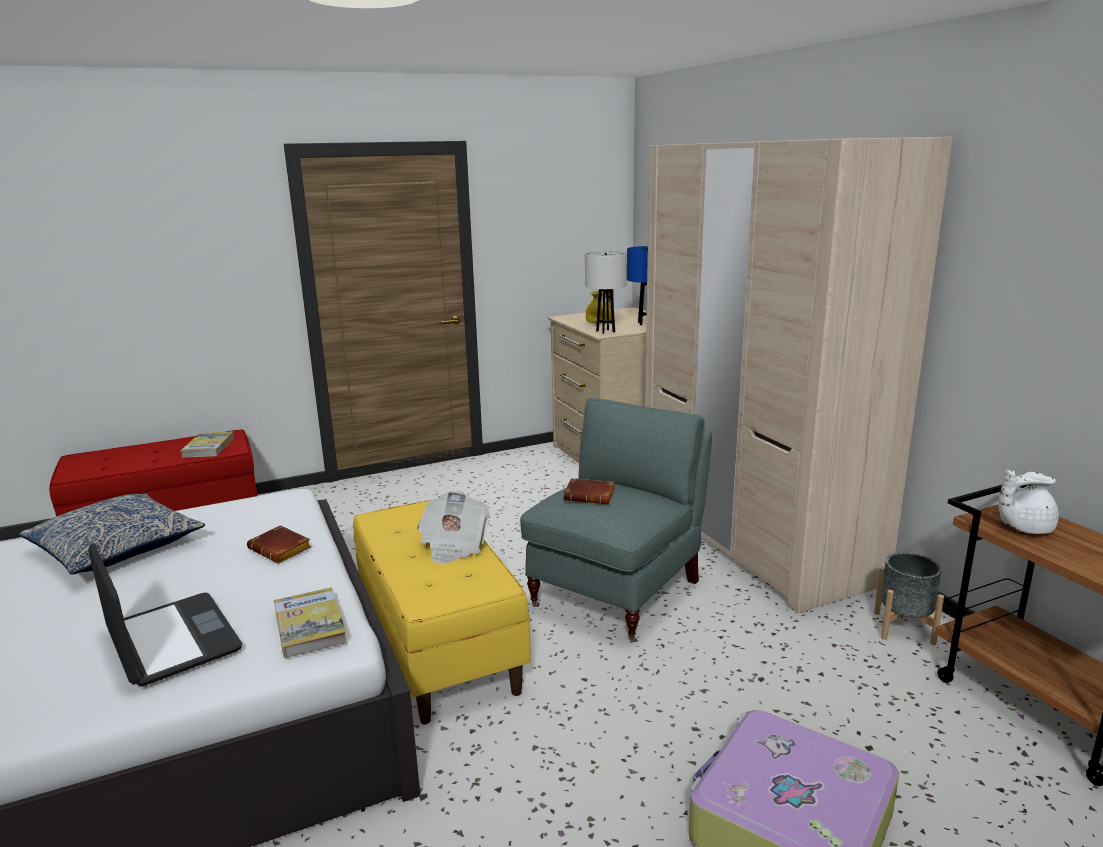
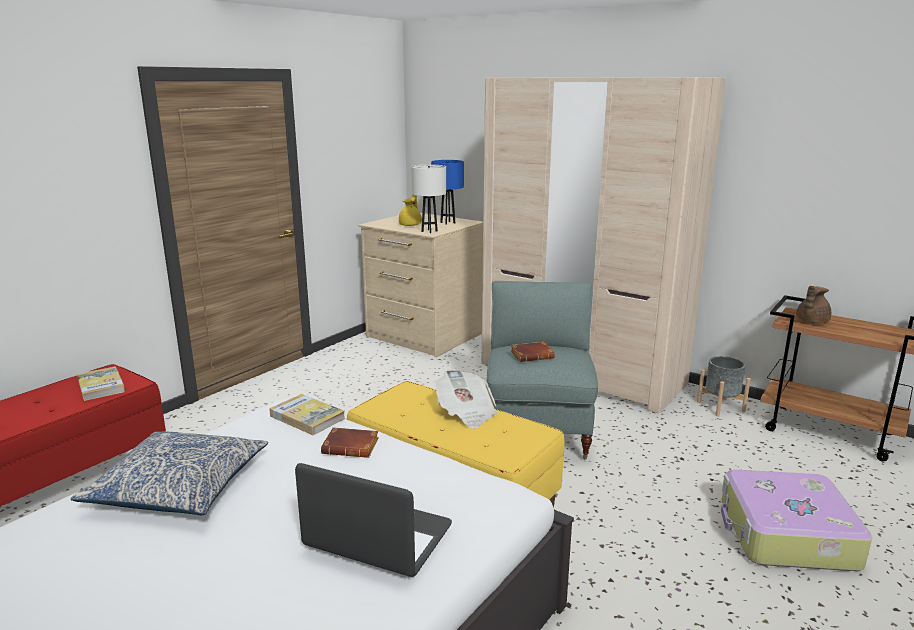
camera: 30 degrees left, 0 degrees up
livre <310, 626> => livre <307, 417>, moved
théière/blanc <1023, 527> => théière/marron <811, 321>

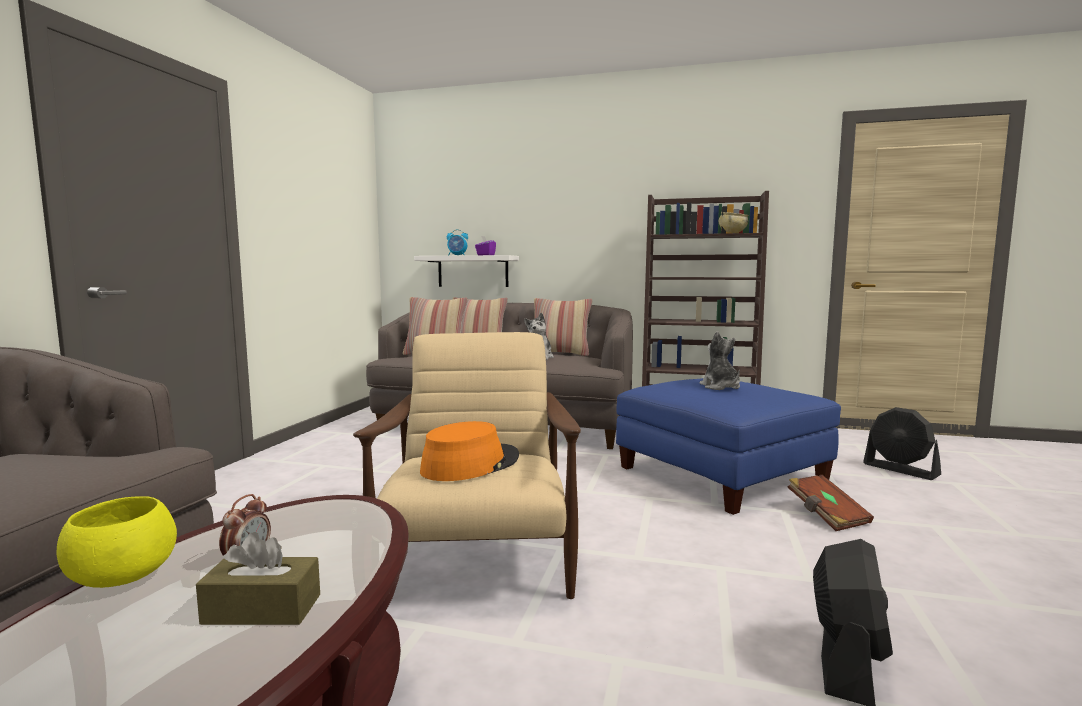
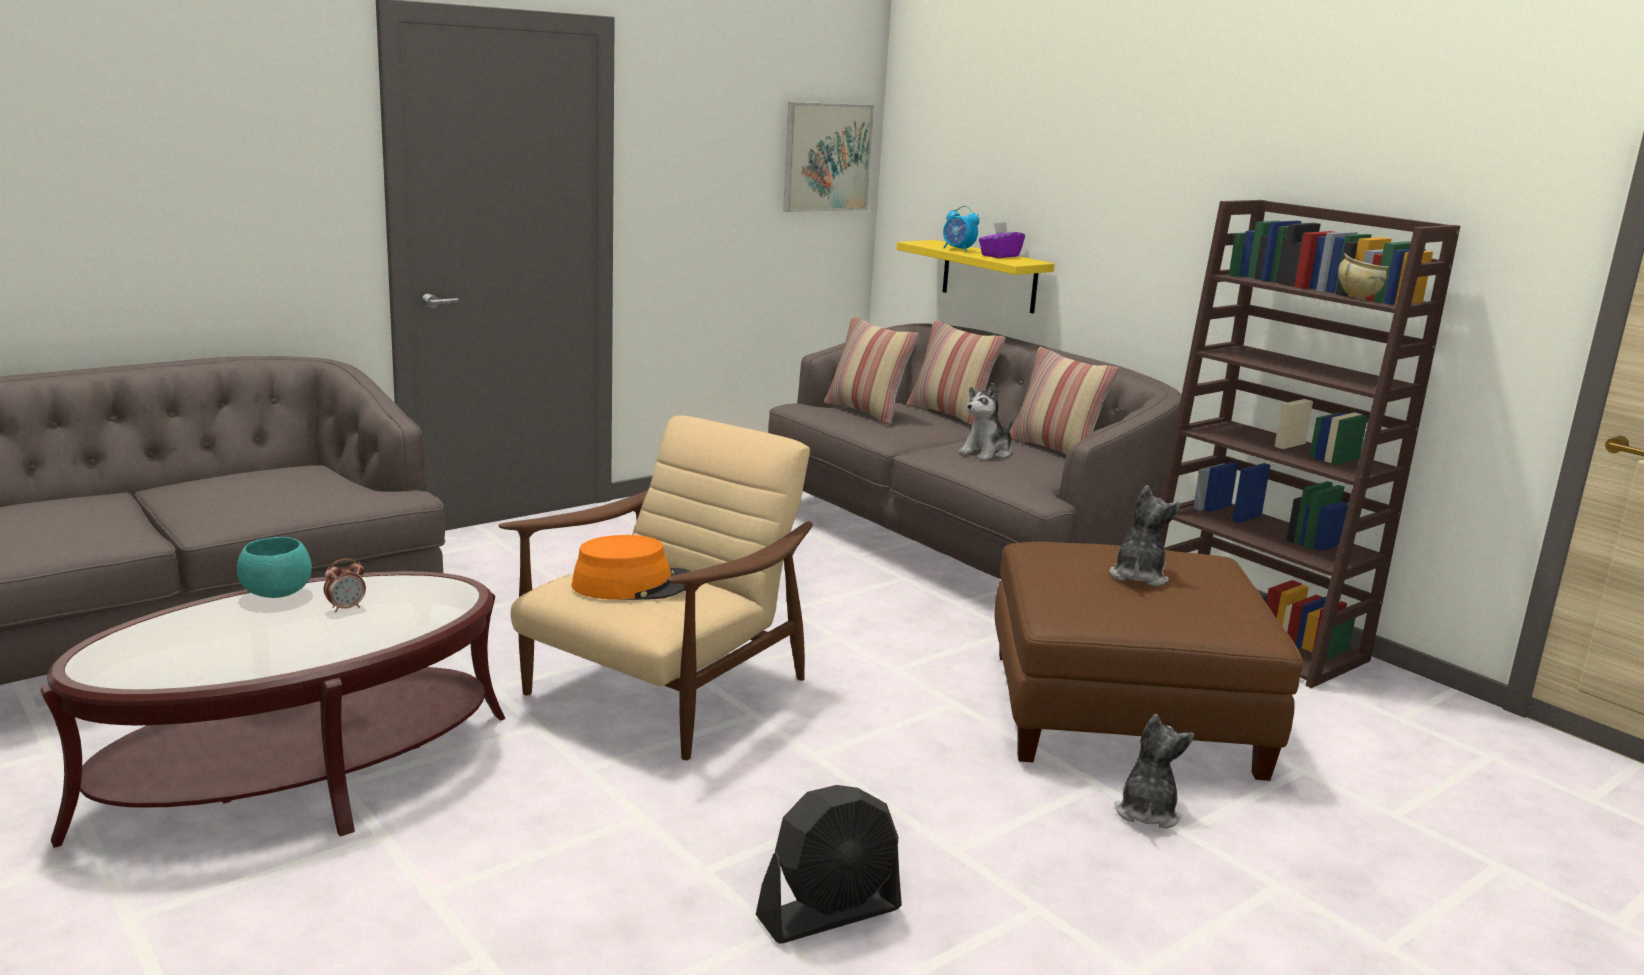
camera: 35 degrees right, 10 degrees up
bol/jaune <122, 578> => bol/turquoise <276, 594>
nothing => tableau <827, 157>
étagère/blanc <473, 271> => étagère/jaune <989, 276>
pouf/bleu <720, 474> => pouf/marron <1122, 711>
livre/marron <826, 515> => peluche <1146, 812>
boîte à mouchoirs/marron <262, 609> => nothing
ventilateur/noir <901, 470> => nothing

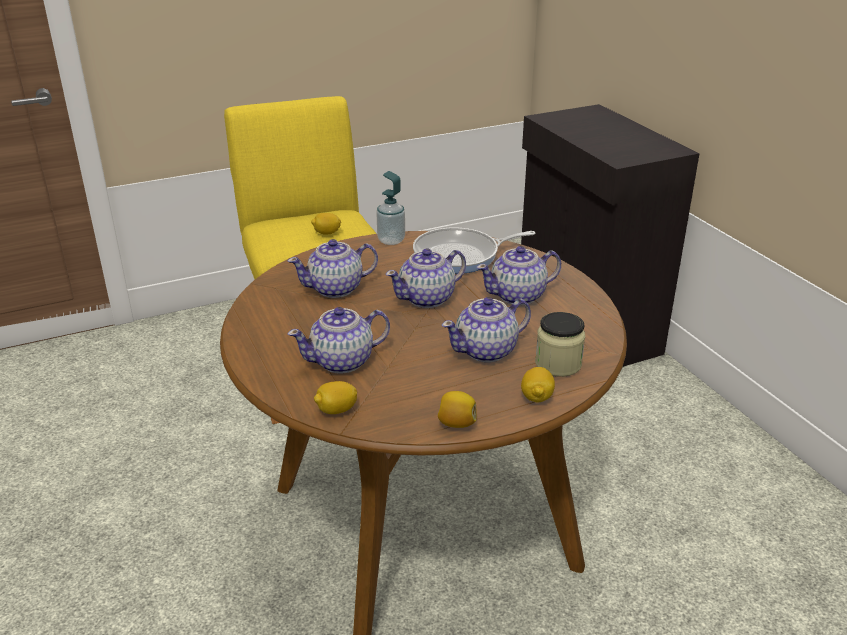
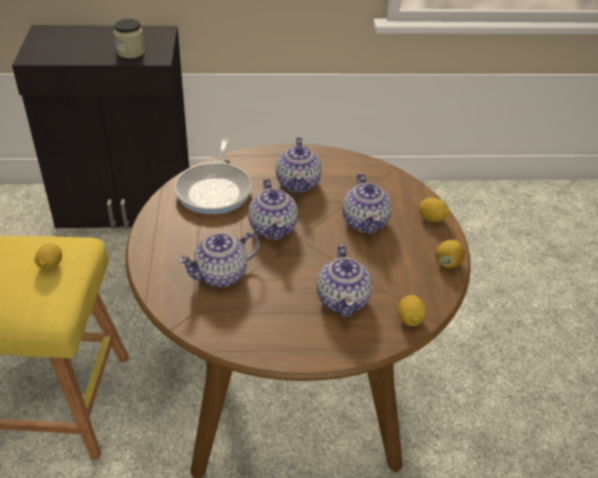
camera: 70 degrees left, 10 degrees up
bocal <558, 364> => bocal <130, 52>, moved
théière <336, 289> => théière <222, 275>, 60 degrees clockwise
distributeur de savon <391, 240> => nothing

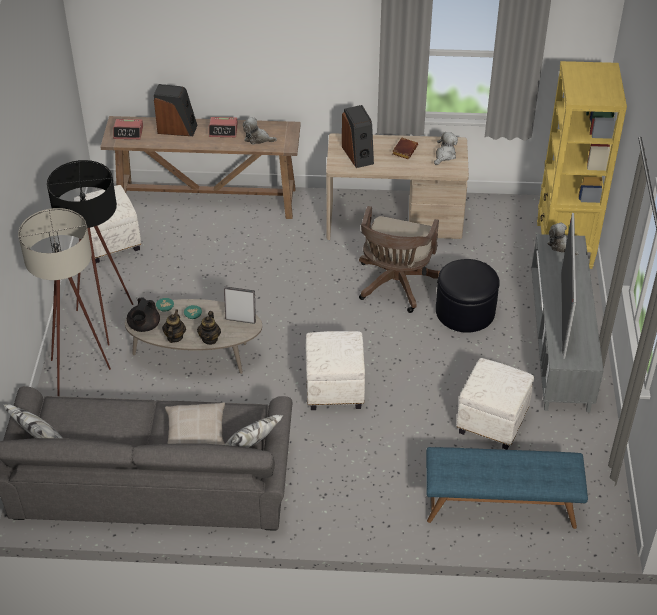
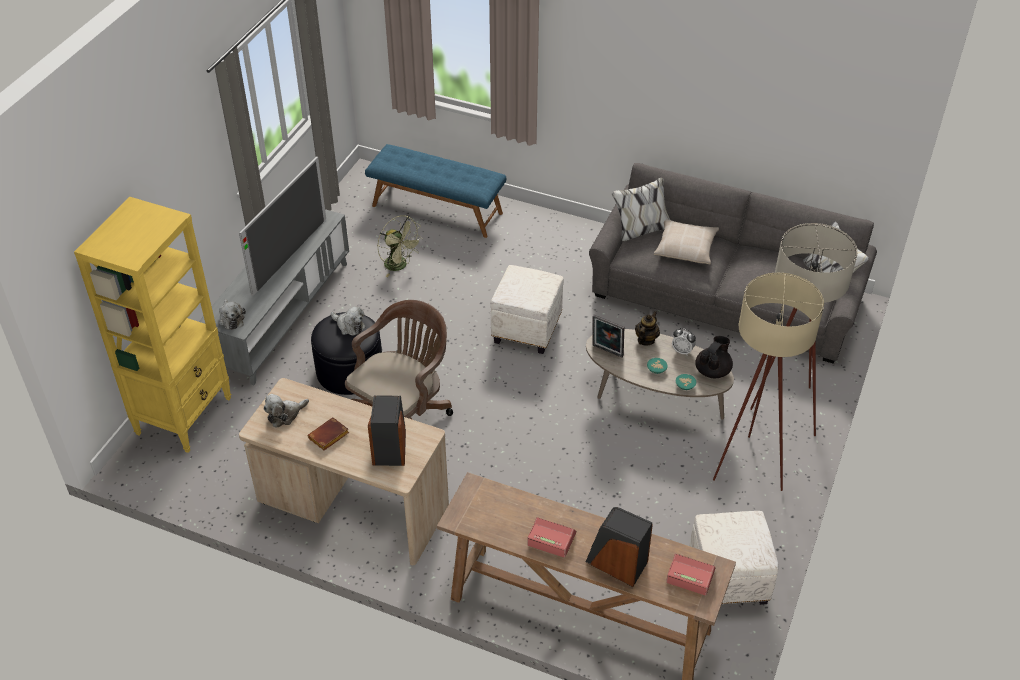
camera: 160 degrees left, 0 degrees up
peluche <257, 138> => peluche <349, 326>, moved
pouf/blanc <492, 423> => ventilateur/vert <400, 266>
théière <174, 337> => réveil <682, 351>
lampadaire/noir <106, 325> => lampadaire/beige <748, 462>

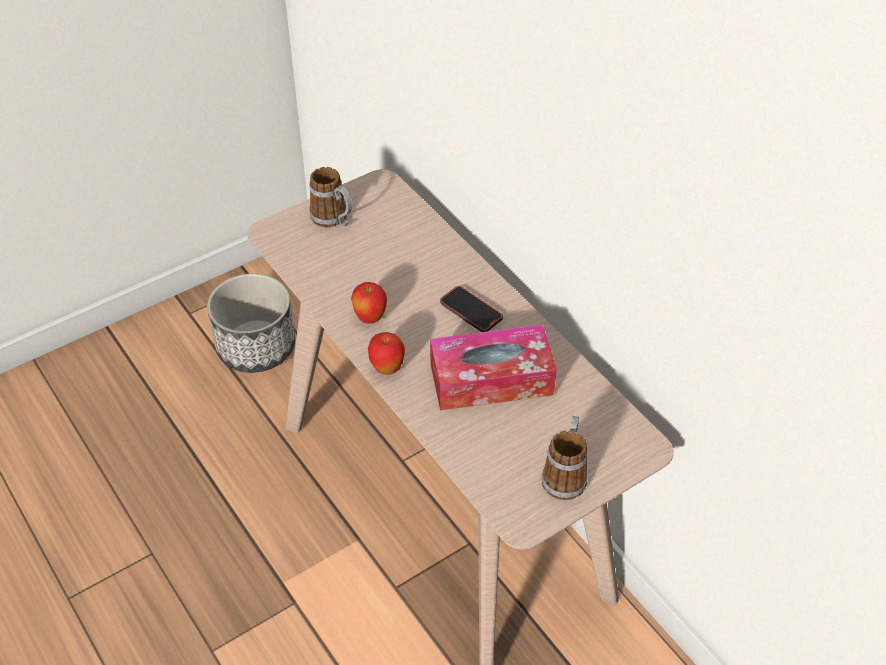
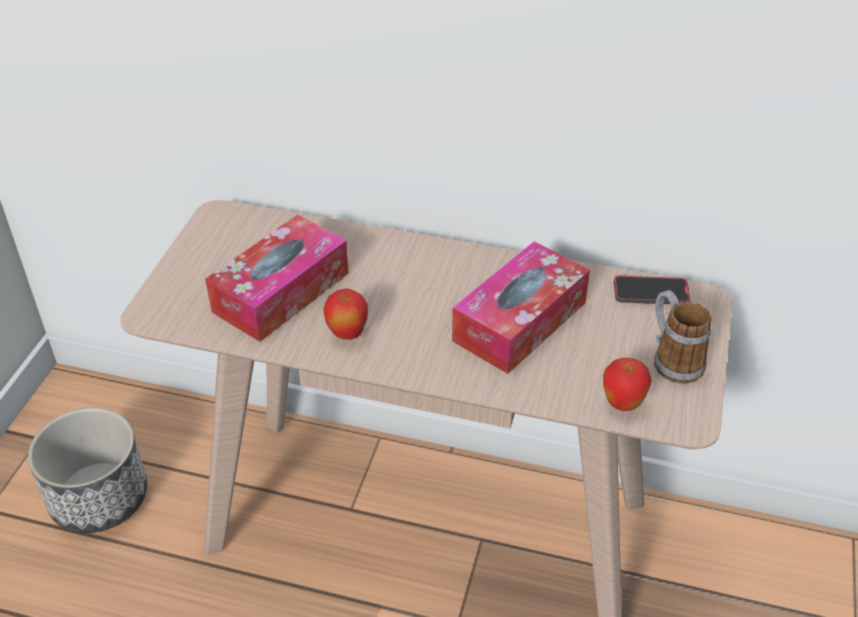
camera: 40 degrees left, 5 degrees down
nothing => boîte à mouchoirs <281, 292>
pomme <387, 368> => pomme <622, 404>, moved
téléphone <471, 311> => téléphone <651, 293>, moved
mug <334, 220> => nothing

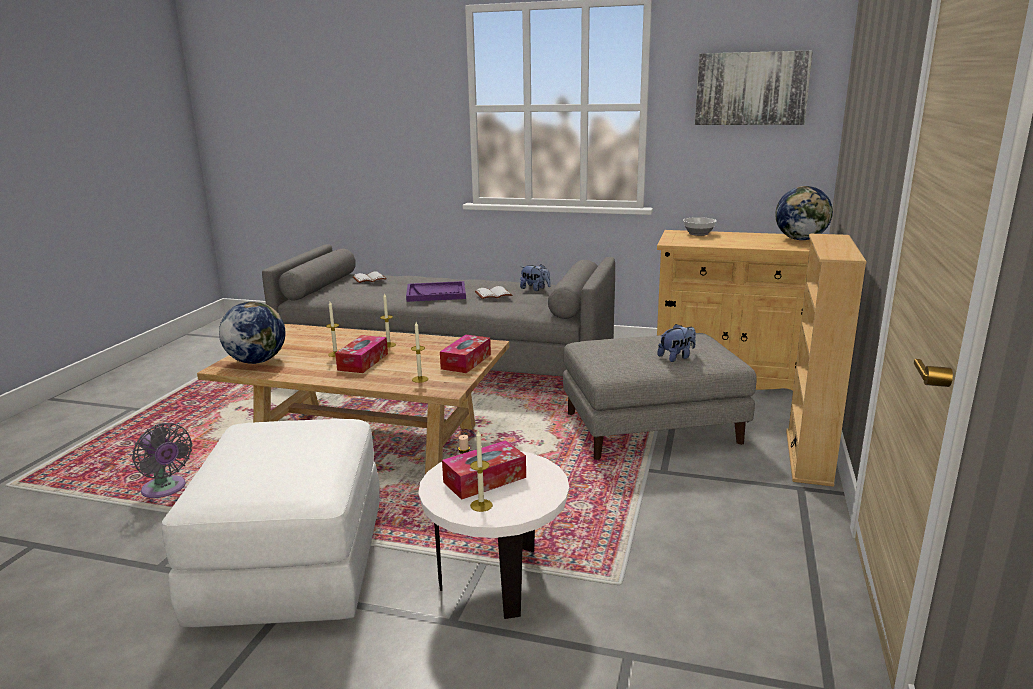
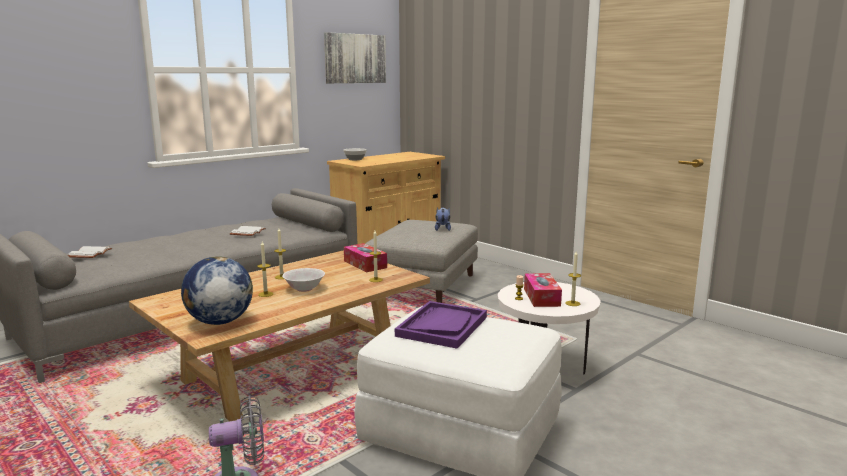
camera: 60 degrees left, 5 degrees down
boîte à mouchoirs <363, 362> => bol/blanc <304, 289>
plateau/violet <436, 293> => plateau/violet <442, 326>, moved
peluche <535, 289> => nothing
globe <801, 239> => nothing
bibliothèque/beige <808, 457> => nothing

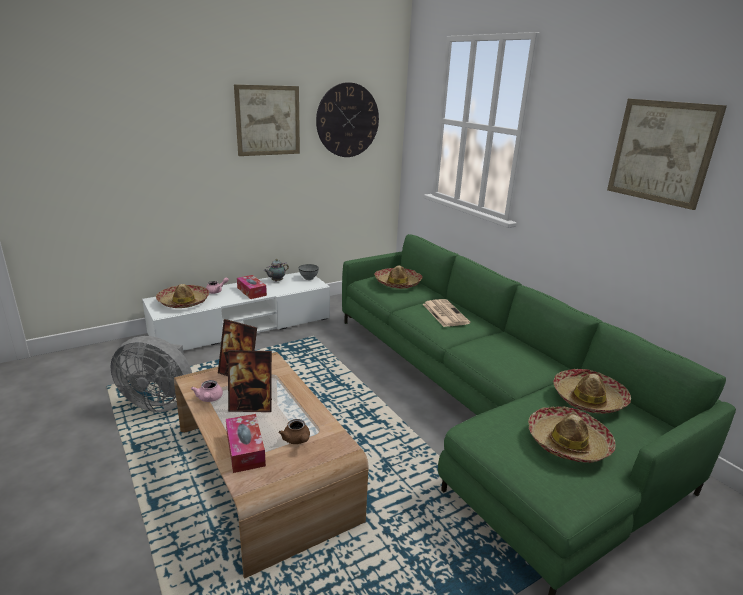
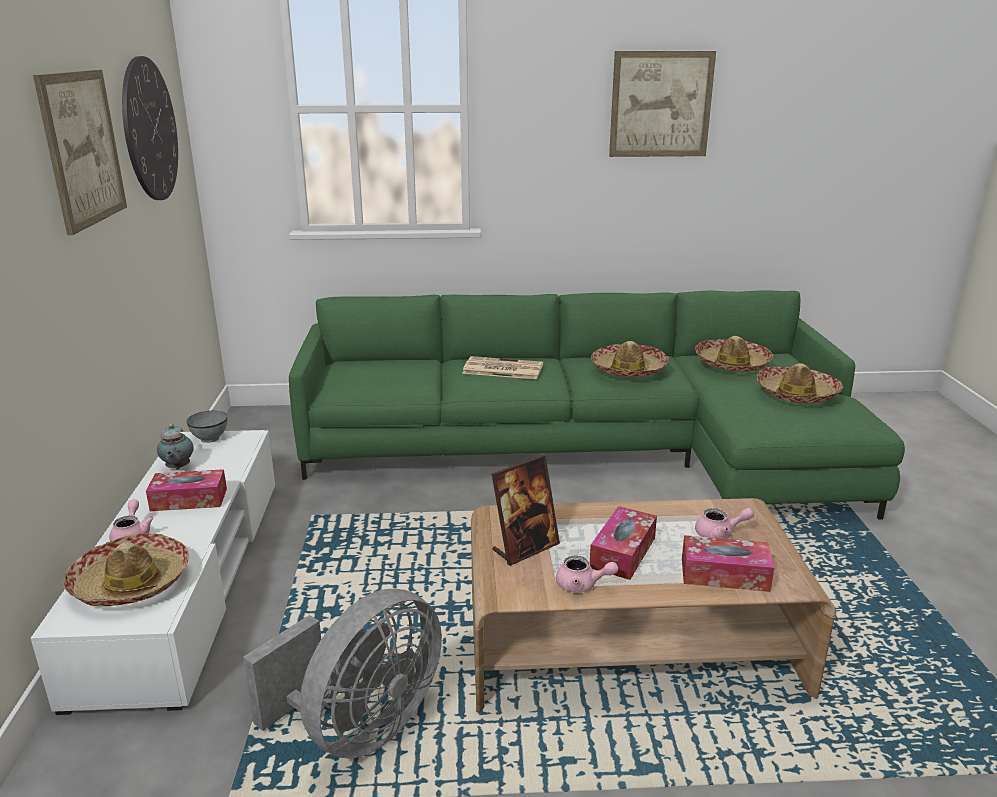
camera: 60 degrees left, 0 degrees up
cadre photo <251, 406> => boîte à mouchoirs <623, 552>
chapeau <398, 283> => chapeau <628, 369>, moved
théière/marron <297, 440> => théière/rose <719, 534>

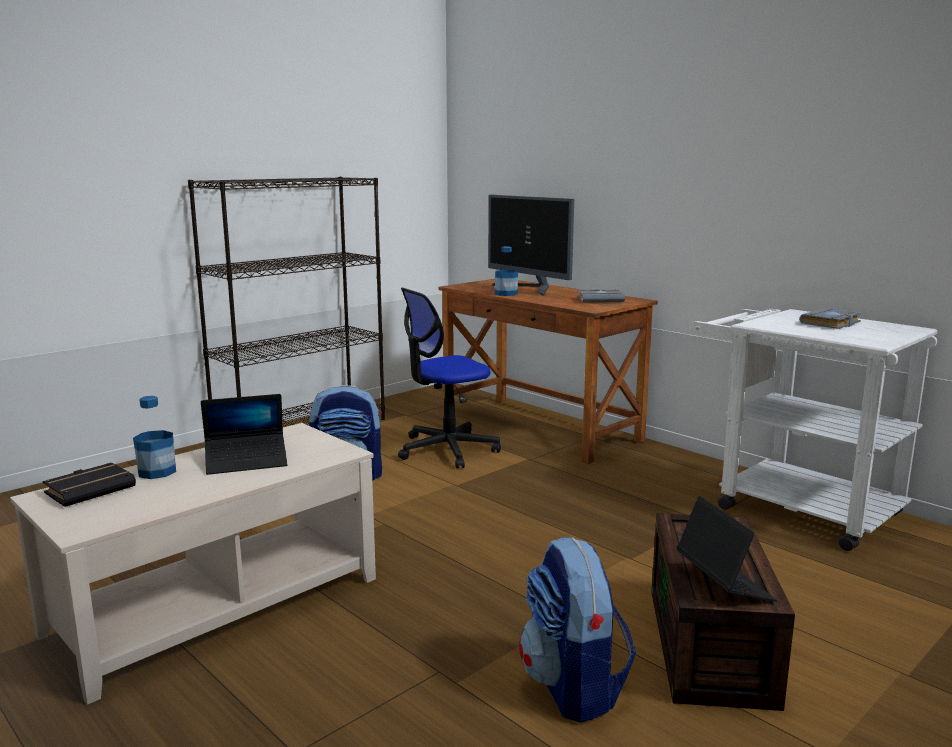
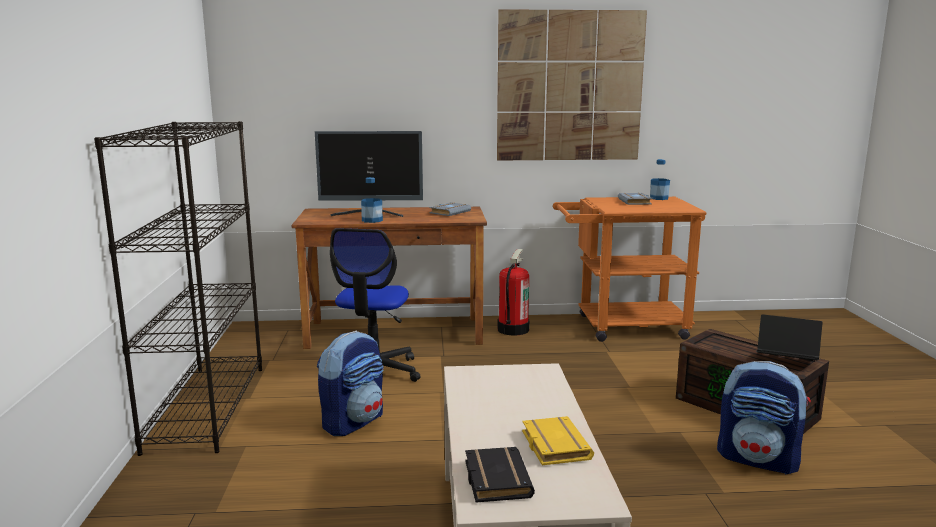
camera: 50 degrees left, 0 degrees up
nothing => tableau <569, 86>
nothing => extincteur <512, 329>
nothing => livre/jaune <553, 445>
chariot/blanc <792, 506> => chariot/orange <621, 327>
bouteille <157, 472> => bouteille <659, 198>, moved
ordinateur portable <246, 461> => nothing

